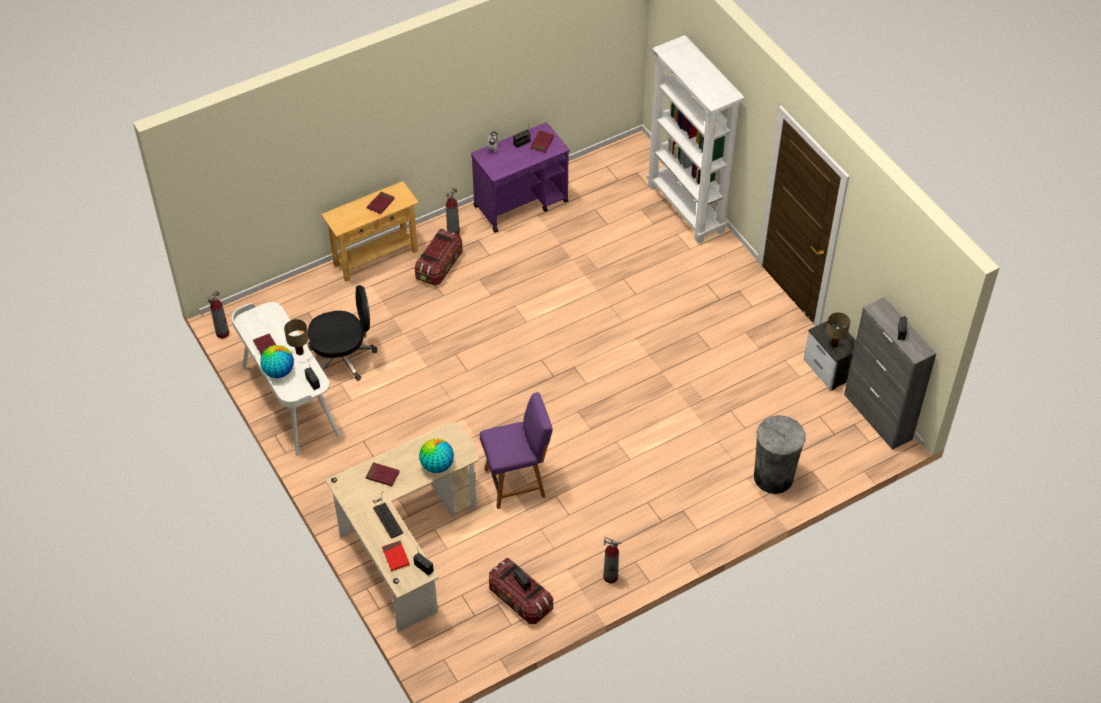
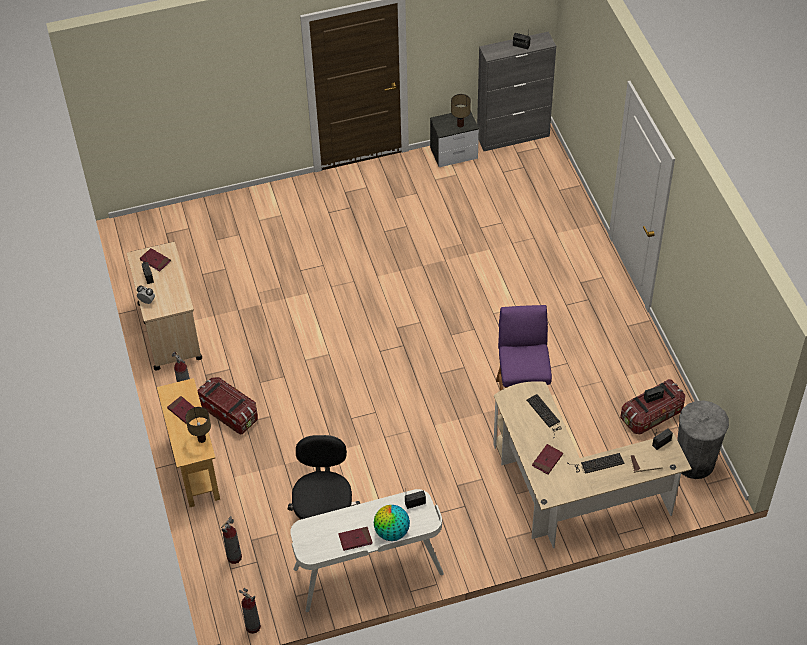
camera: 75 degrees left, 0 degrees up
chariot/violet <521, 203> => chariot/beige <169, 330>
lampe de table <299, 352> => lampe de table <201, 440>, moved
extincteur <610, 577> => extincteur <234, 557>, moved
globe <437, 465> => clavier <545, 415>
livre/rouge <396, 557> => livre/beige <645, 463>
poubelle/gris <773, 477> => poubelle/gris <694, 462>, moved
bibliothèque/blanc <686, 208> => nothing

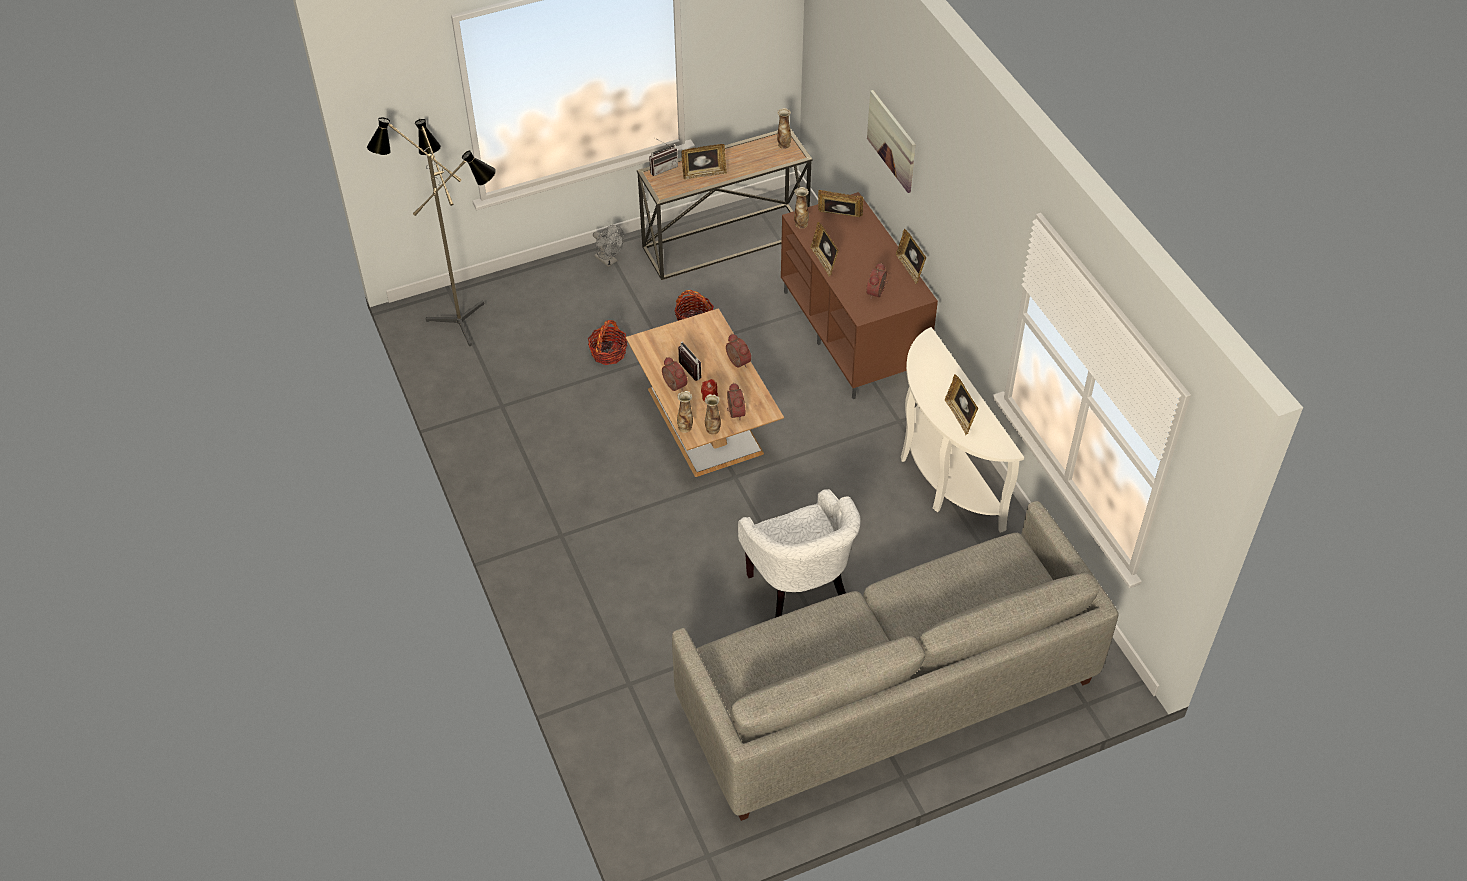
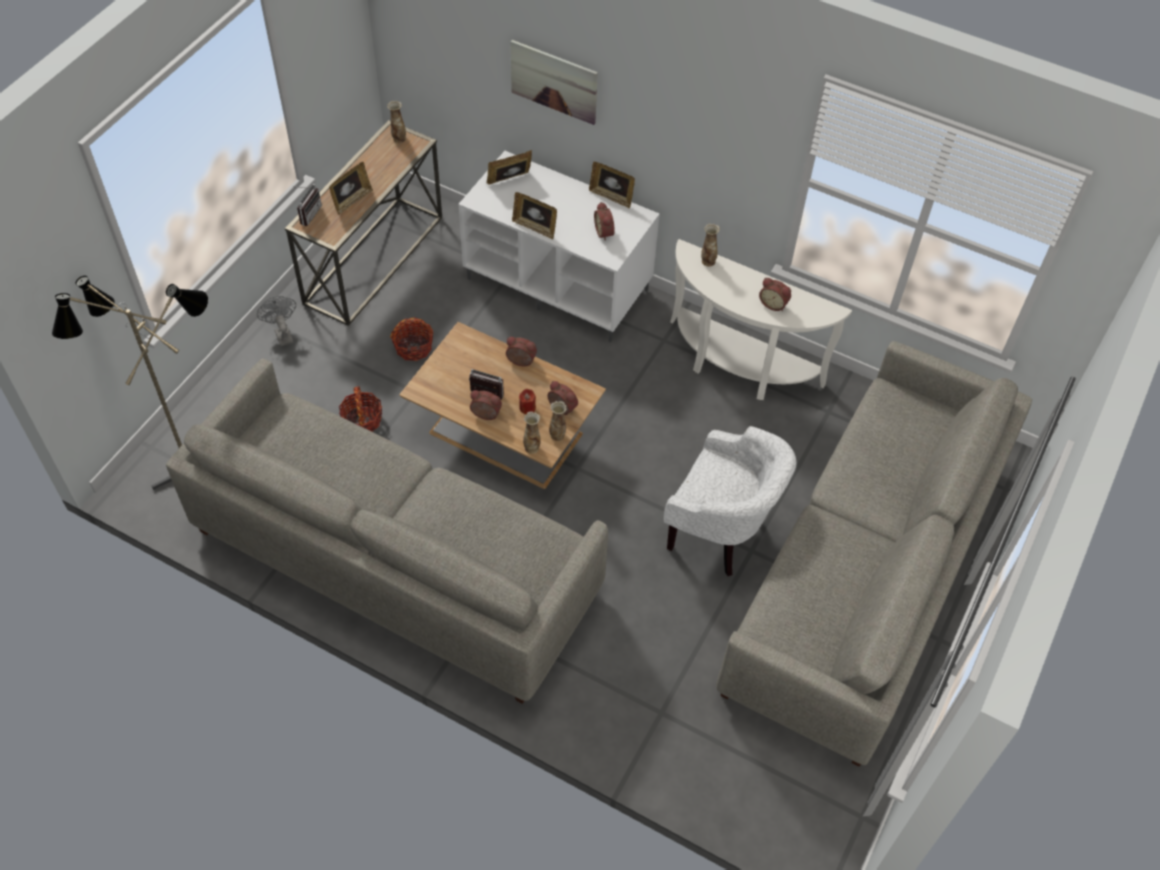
camera: 40 degrees left, 5 degrees up
nothing => canapé/gris <395, 561>
ventilateur/gris <608, 261> => ventilateur/gris <282, 333>, 120 degrees counterclockwise
meuble télé/marron <854, 333> => meuble télé/blanc <559, 284>
vase <801, 224> => vase <707, 261>, moved
cadre photo <960, 416> => réveil <774, 303>

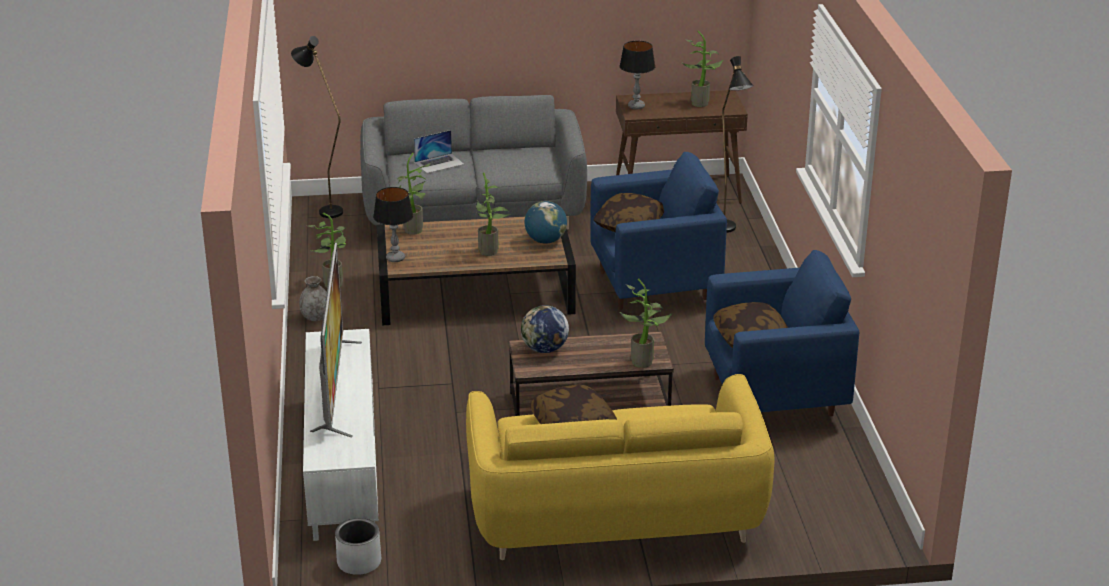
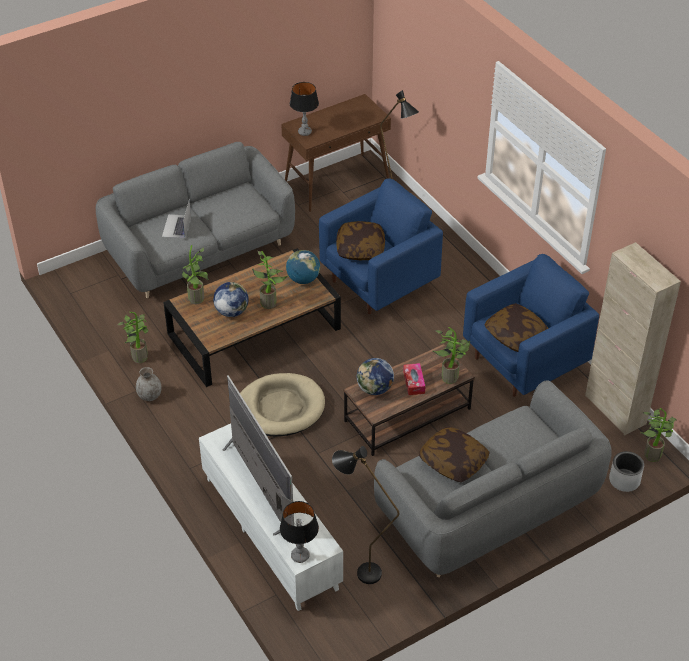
camera: 25 degrees left, 15 degrees up
ordinateur portable <439, 163> => ordinateur portable <176, 226>, 150 degrees clockwise
nothing => globe <231, 311>
nothing => panier pour chien/beige <280, 408>
lampe de table <395, 258> => lampe de table <300, 556>, moved
lampadaire/noir <325, 209> => lampadaire/noir <360, 571>, moved
canapé/jaune <615, 517> => canapé/gris <488, 509>
nothing => boîte à mouchoirs <414, 382>
nothing => meuble de rangement/beige <615, 410>
cache-pot/gris <359, 562> => cache-pot/gris <624, 480>, moved
plante en pot <701, 102> => plante en pot <652, 453>, moved

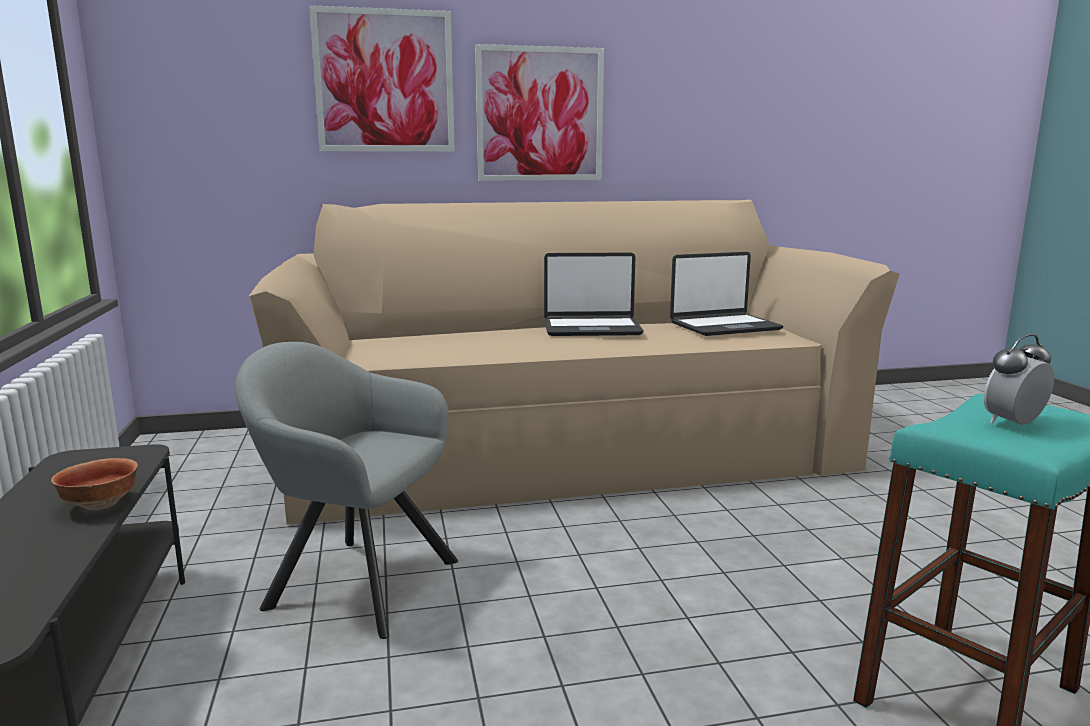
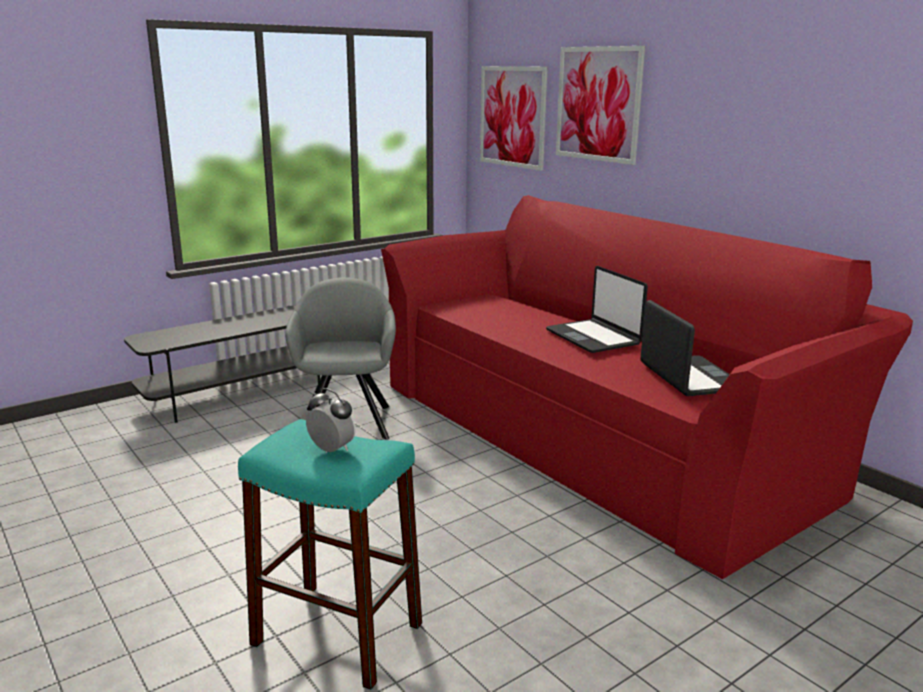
camera: 65 degrees right, 5 degrees up
canapé/beige <564, 446> => canapé/rouge <599, 432>
tableau <540, 114> => tableau <512, 117>, moved
ordinateur portable <724, 326> => ordinateur portable <690, 377>, 150 degrees counterclockwise
bol <99, 505> => nothing

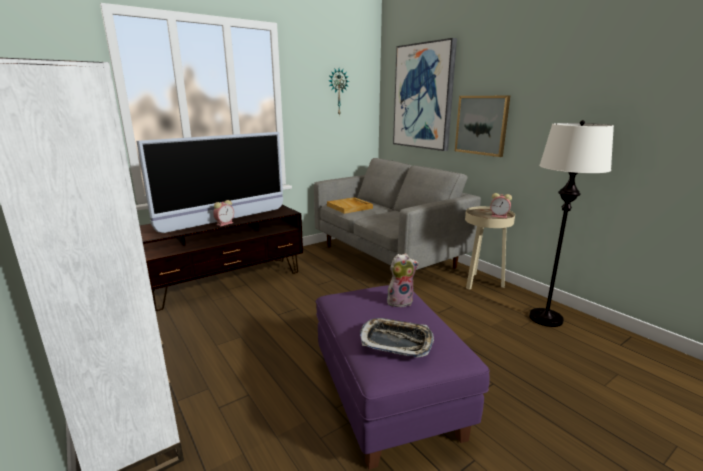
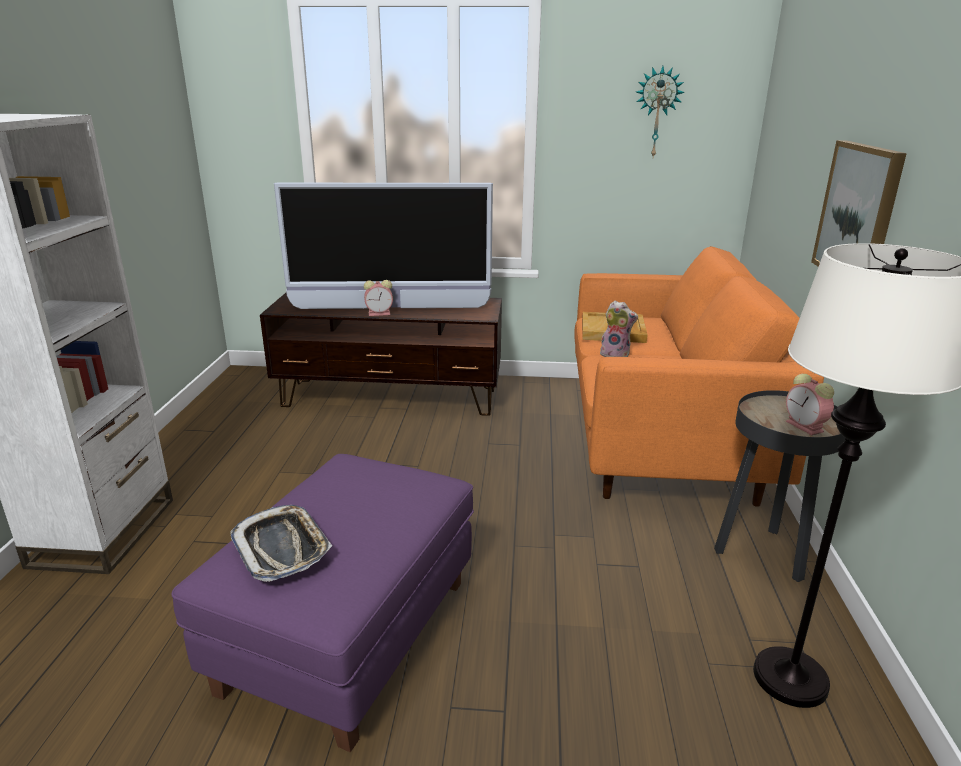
camera: 40 degrees right, 5 degrees up
canapé/gris <387, 256> => canapé/orange <661, 438>
peluche <400, 301> => peluche <615, 355>, moved
table d'appoint/beige <481, 283> => table d'appoint/noir <763, 554>
tableau <423, 97> => nothing

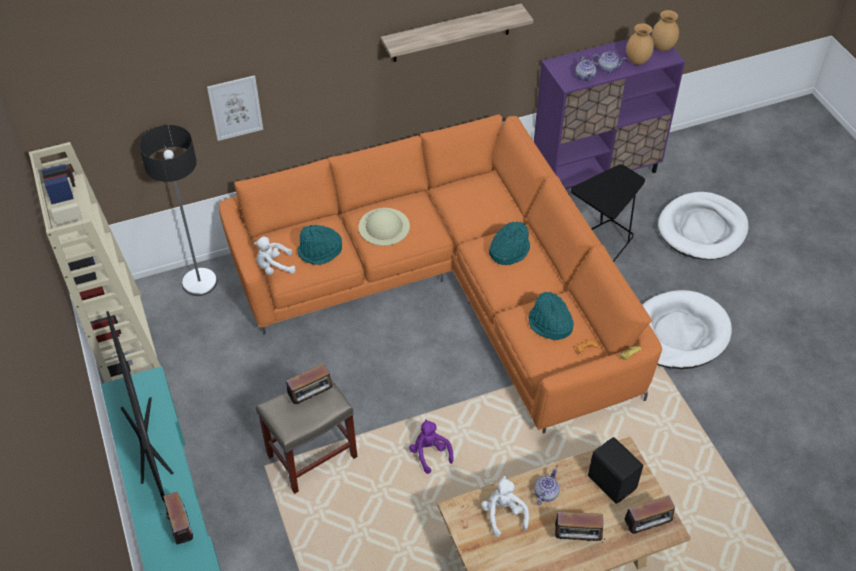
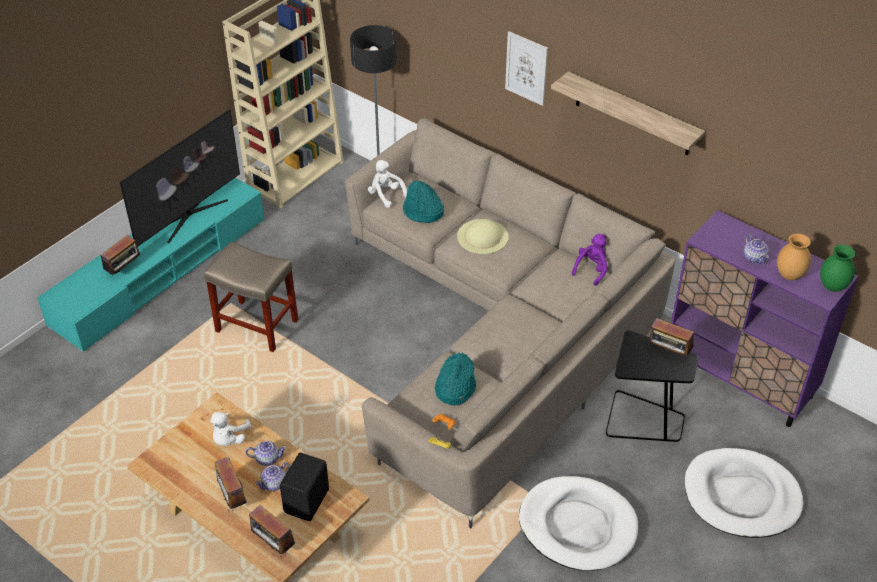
camera: 60 degrees right, 5 degrees down
peluche/blanc <503, 514> => peluche/blanc <229, 438>, 150 degrees clockwise
théière <585, 76> => théière <274, 483>, moved
canapé/orange <450, 287> => canapé/beige <496, 334>
tableau <235, 108> => tableau <526, 68>, moved
peluche/violet <430, 453> => peluche/violet <591, 269>, moved
radio <312, 397> => radio <668, 354>, moved
vase/marron <662, 48> => vase/vert <832, 287>
chapeau/turquoise <508, 251> => nothing

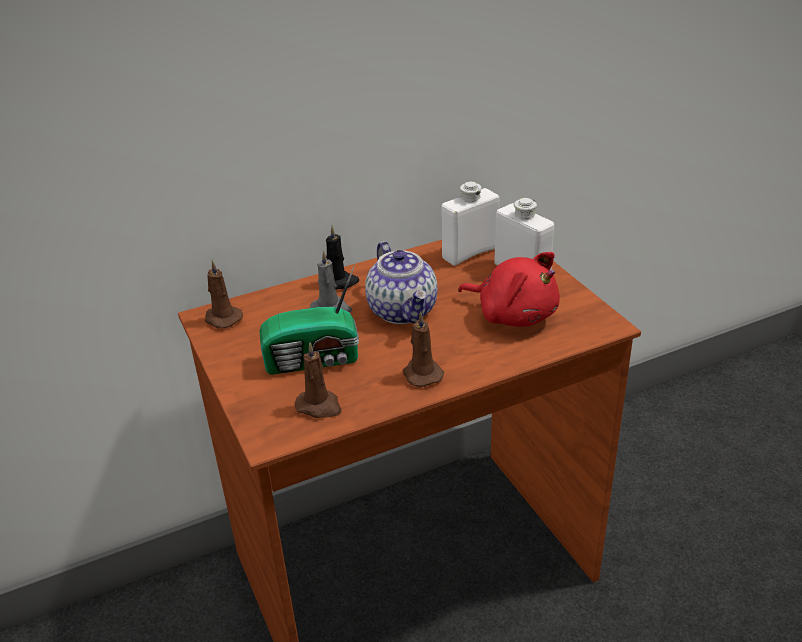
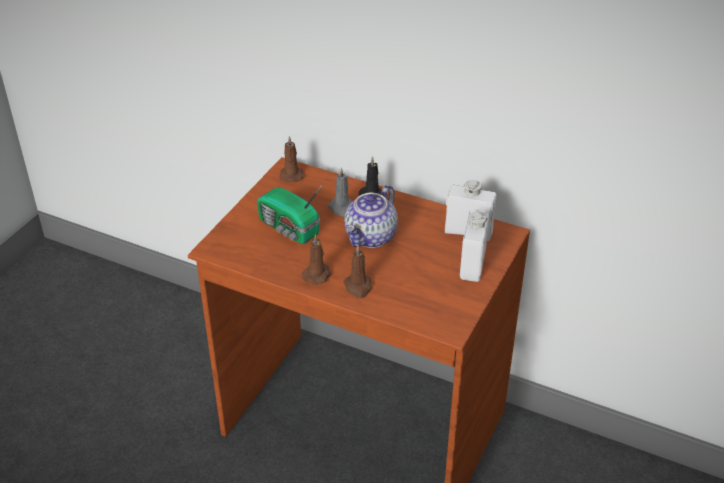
camera: 50 degrees right, 5 degrees up
bougie/marron <319, 406> => bougie/marron <358, 287>, moved
peluche/rouge <513, 314> => nothing

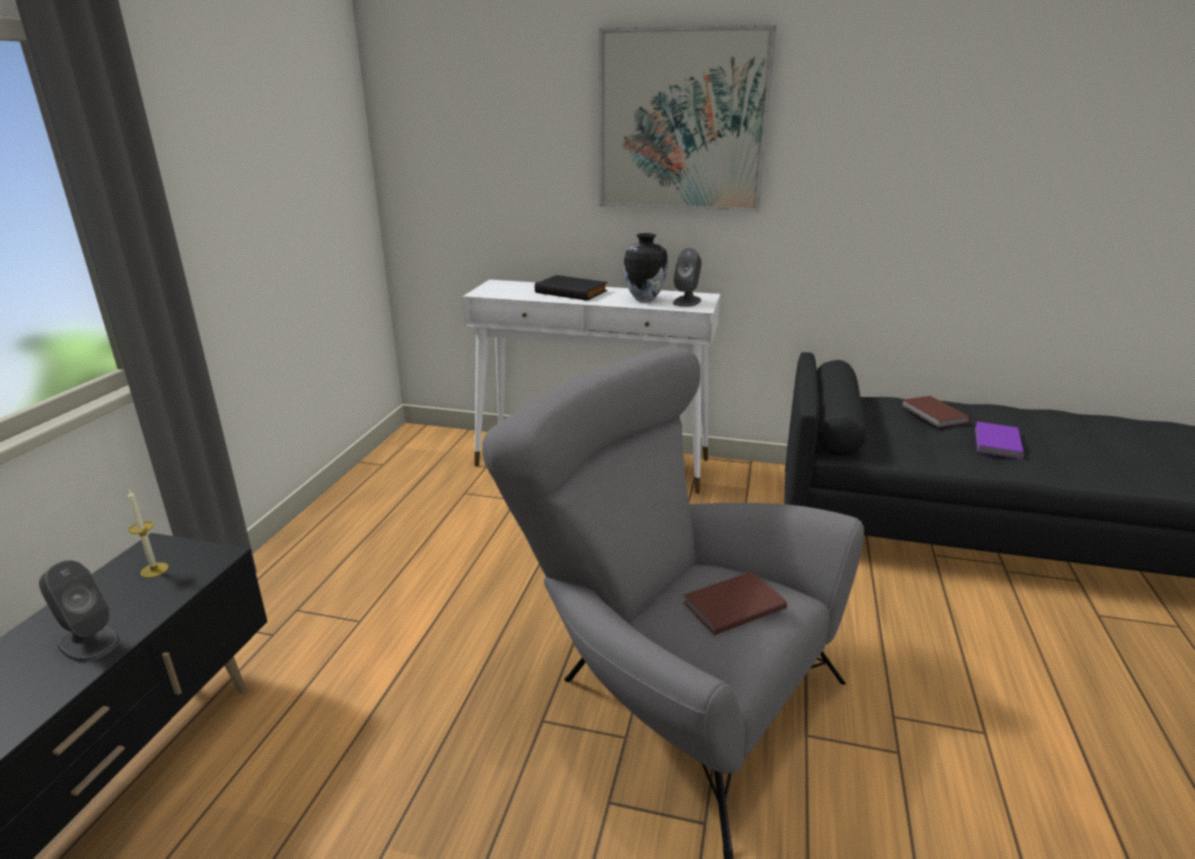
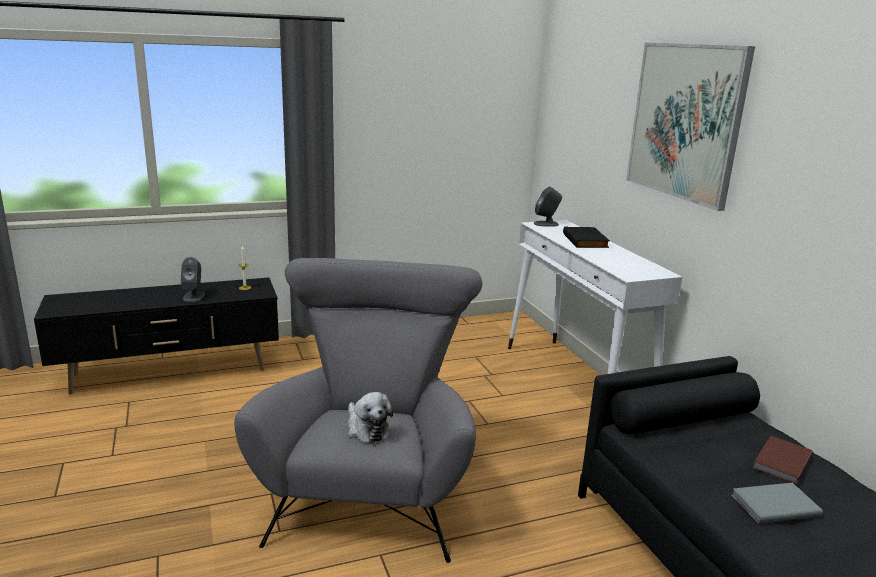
camera: 55 degrees right, 5 degrees down
livre/marron <731, 605> => peluche <366, 429>
enceinte/gris <687, 301> => enceinte/gris <546, 224>, moved
livre/violet <996, 442> => livre/gris <773, 505>
vase <643, 299> => nothing

